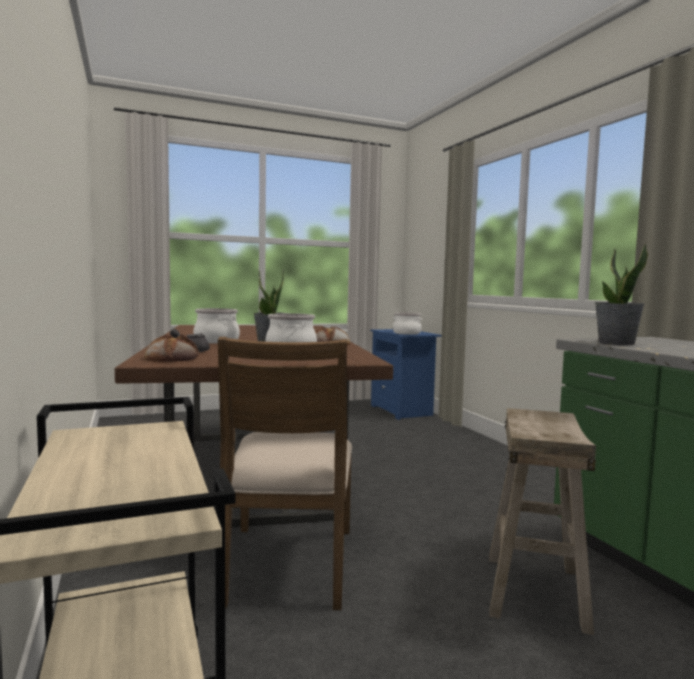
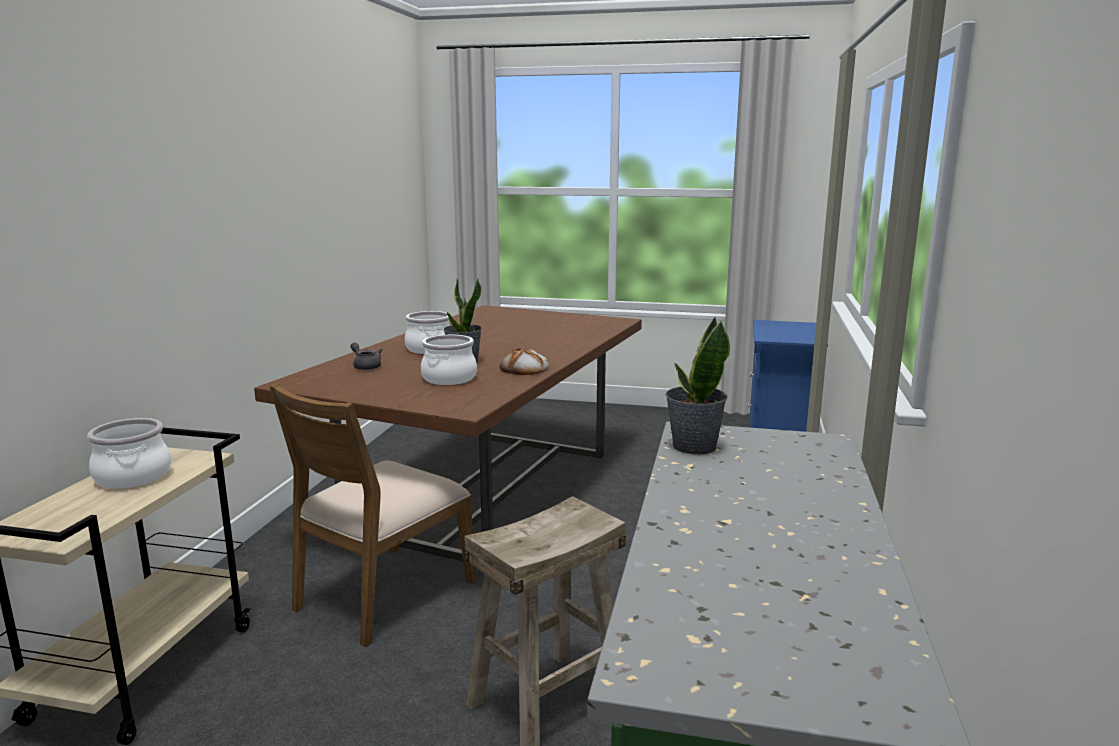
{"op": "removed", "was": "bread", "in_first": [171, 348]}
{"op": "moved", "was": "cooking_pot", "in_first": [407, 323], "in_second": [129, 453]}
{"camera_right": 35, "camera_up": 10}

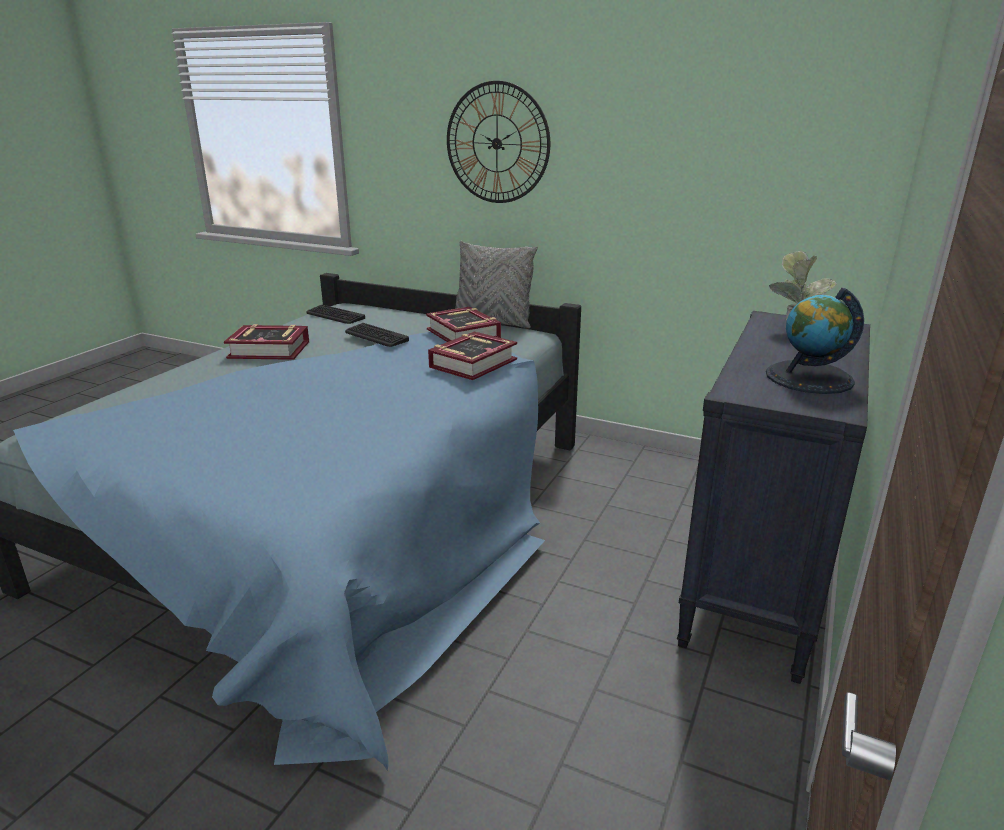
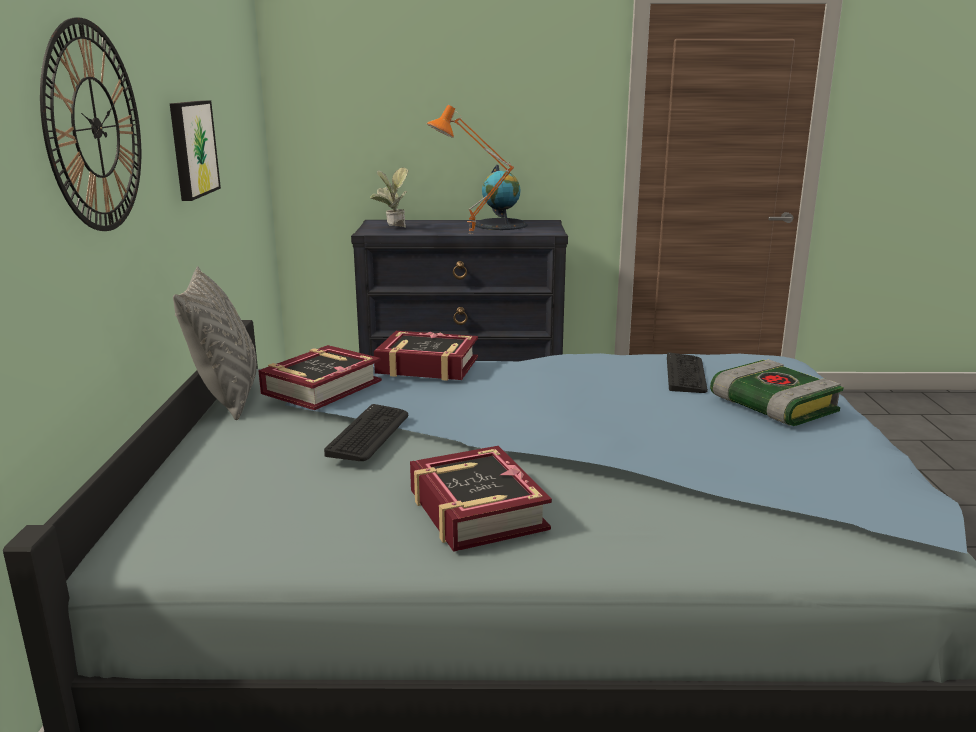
{"op": "added", "now": "picture", "in_second": [195, 150]}
{"op": "added", "now": "orange_table_lamp", "in_second": [470, 169]}
{"op": "added", "now": "book", "in_second": [777, 392]}
{"op": "moved", "was": "keyboard", "in_first": [335, 314], "in_second": [687, 372]}
{"camera_right": -115, "camera_up": -5}

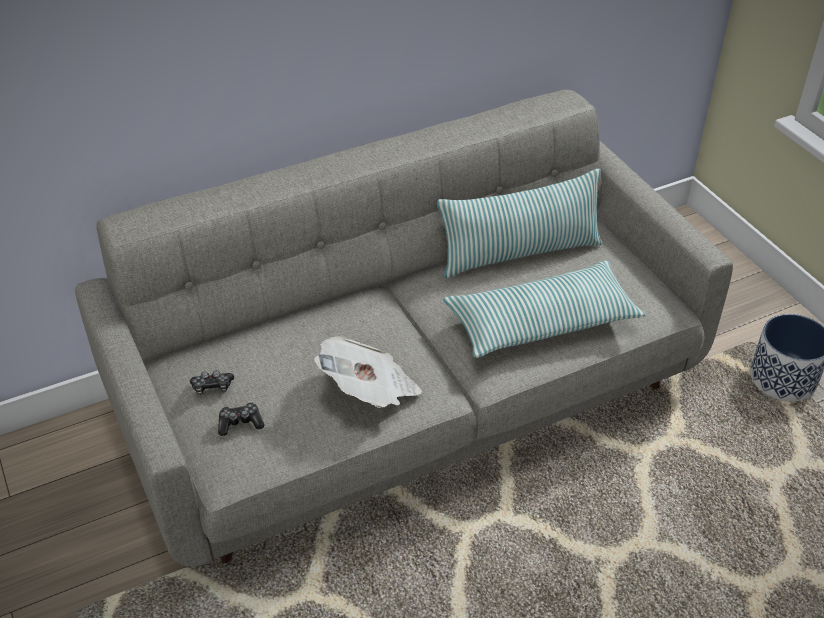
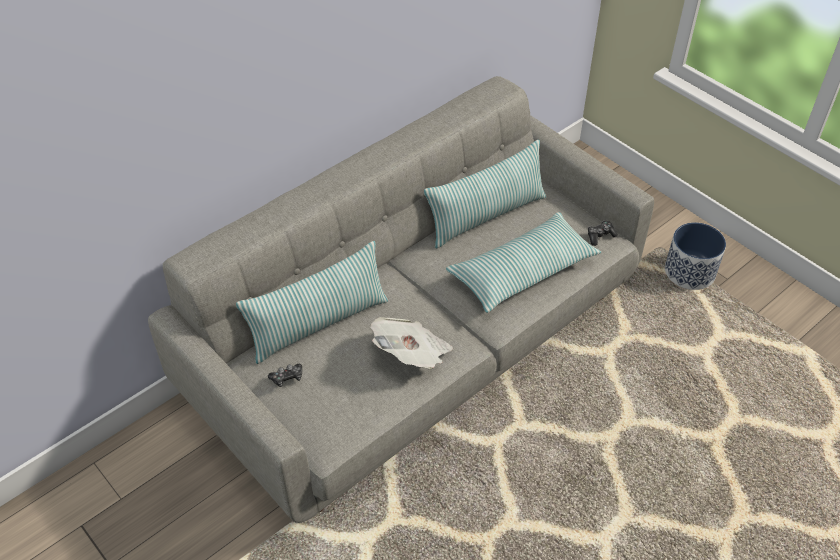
{"op": "added", "now": "pillow", "in_second": [312, 302]}
{"op": "moved", "was": "game_controller", "in_first": [241, 419], "in_second": [603, 233]}
{"camera_right": -15, "camera_up": 5}

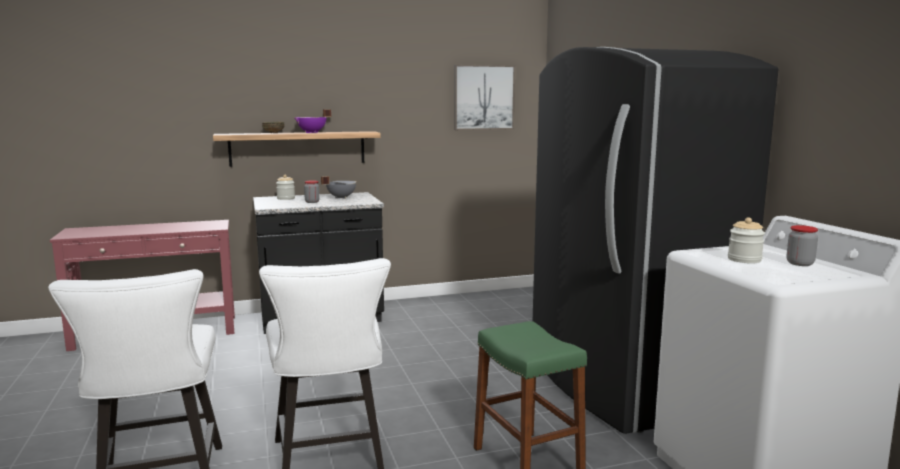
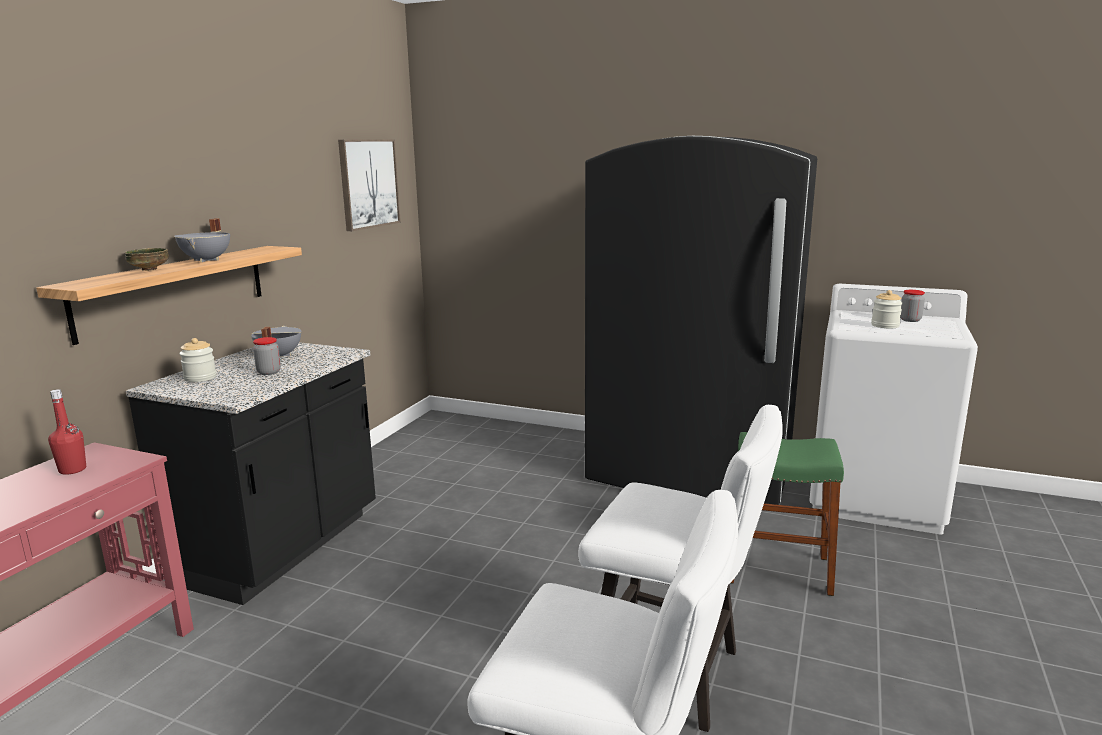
{"op": "added", "now": "red_bottle", "in_second": [67, 432]}
{"op": "recoloured", "was": "purple_cooking_pot", "now": "grey_cooking_pot", "in_first": [312, 121], "in_second": [202, 240]}
{"camera_right": -50, "camera_up": 5}

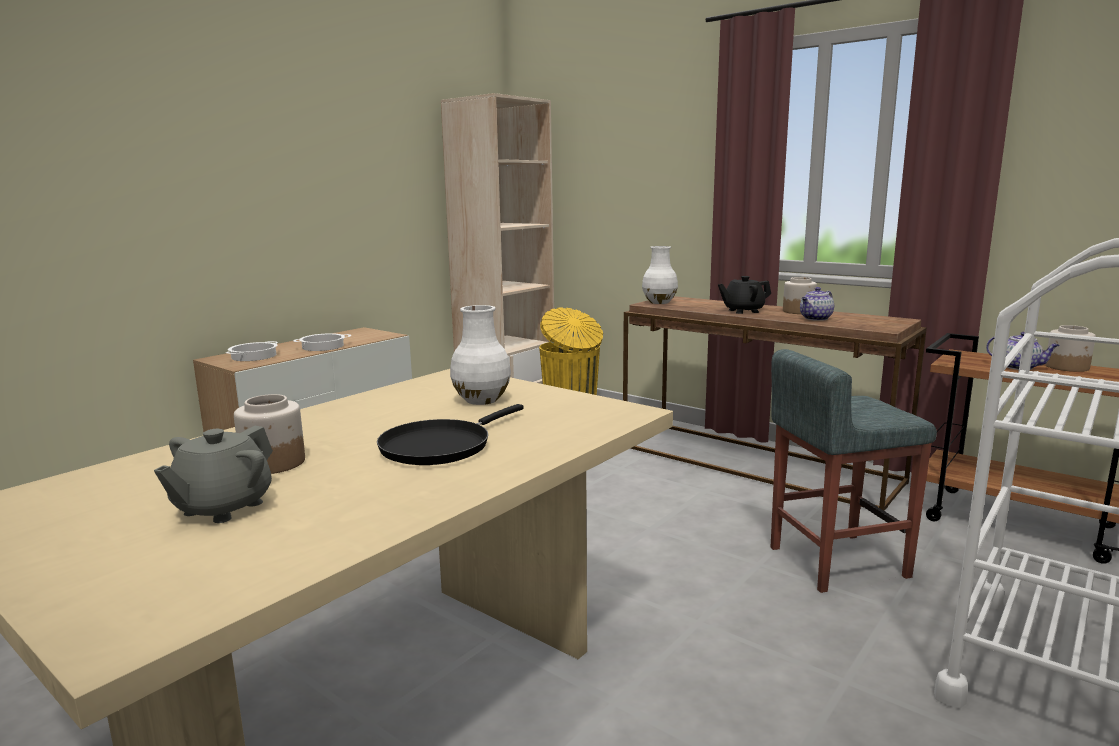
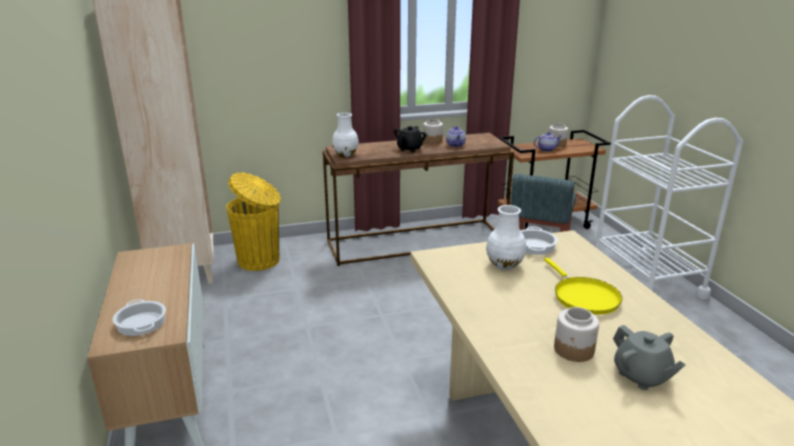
{"op": "moved", "was": "cooking_pot", "in_first": [322, 342], "in_second": [539, 241]}
{"op": "recoloured", "was": "black_frying_pan", "now": "yellow_frying_pan", "in_first": [450, 434], "in_second": [583, 286]}
{"camera_right": -55, "camera_up": 10}

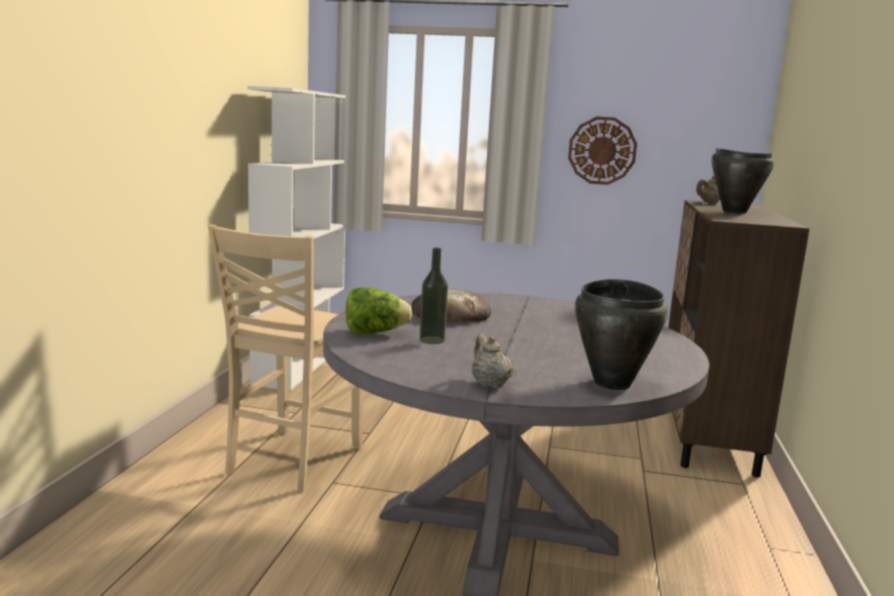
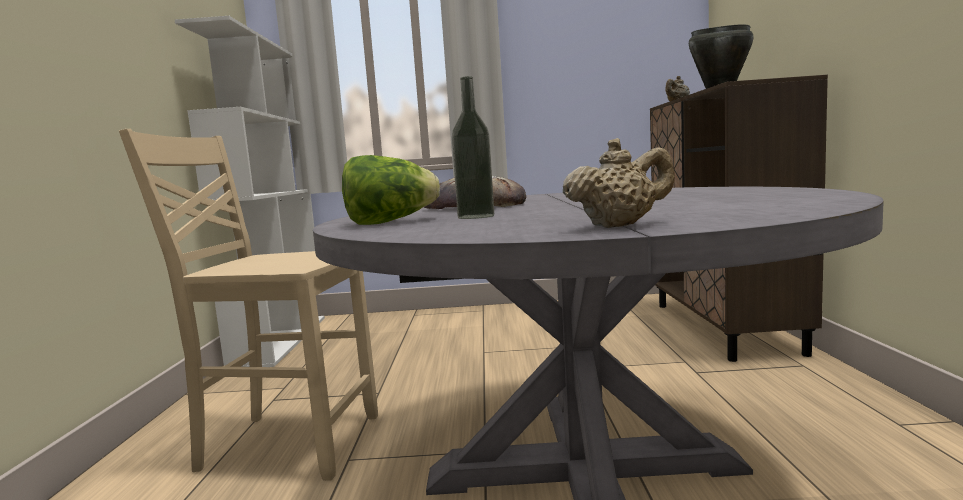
{"op": "removed", "was": "wall_clock", "in_first": [602, 151]}
{"op": "removed", "was": "black_cooking_pot", "in_first": [621, 334]}
{"op": "turned", "was": "beige_chair", "in_first": [285, 358], "in_second": [248, 305], "clockwise": 90}
{"op": "turned", "was": "beige_teapot", "in_first": [492, 361], "in_second": [619, 183], "clockwise": 105}
{"camera_right": -10, "camera_up": -5}

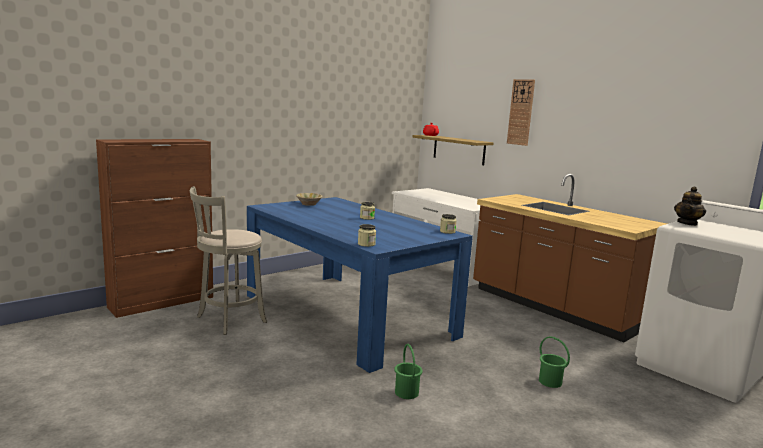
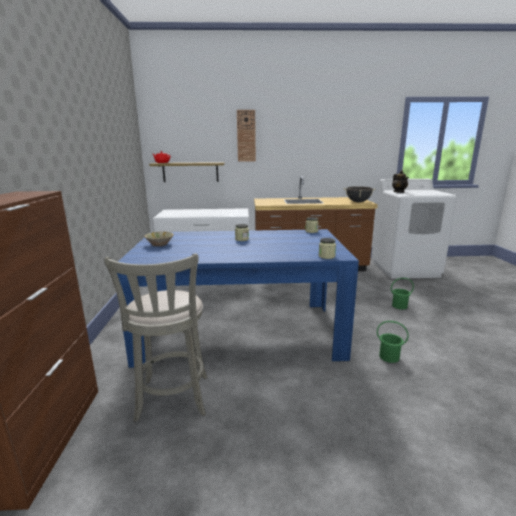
{"op": "added", "now": "black_cooking_pot", "in_second": [359, 194]}
{"camera_right": -50, "camera_up": 5}

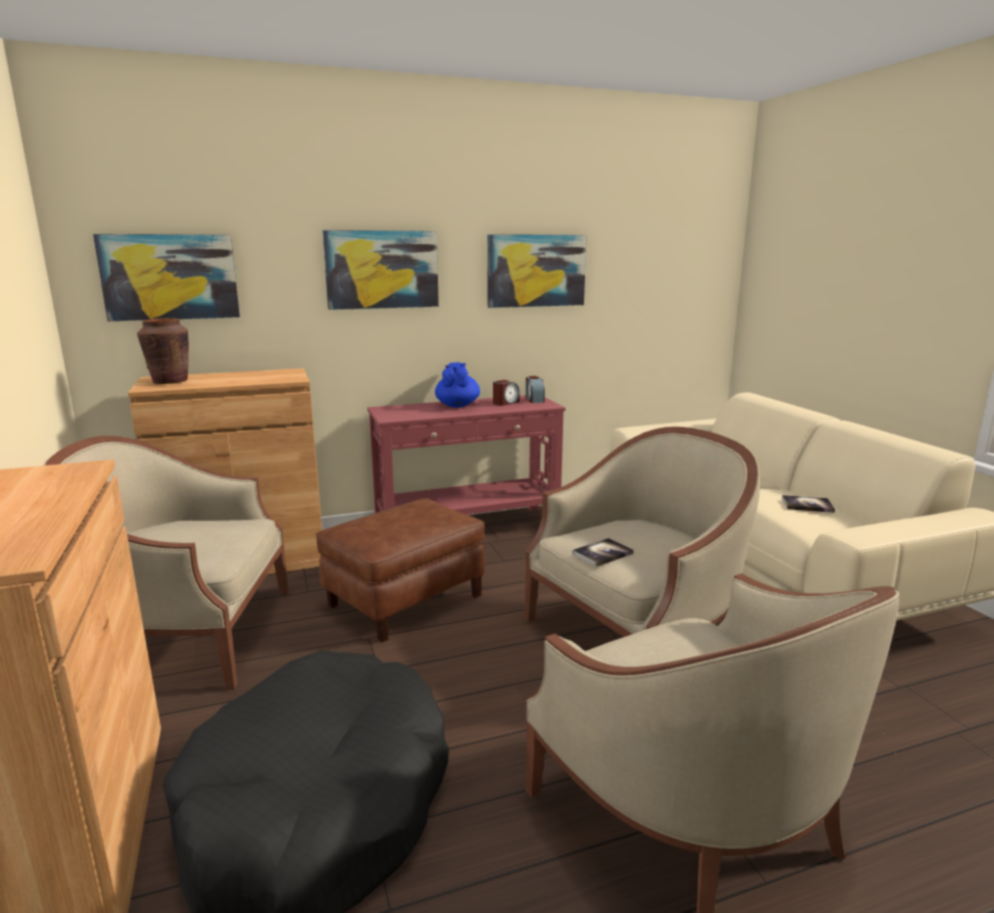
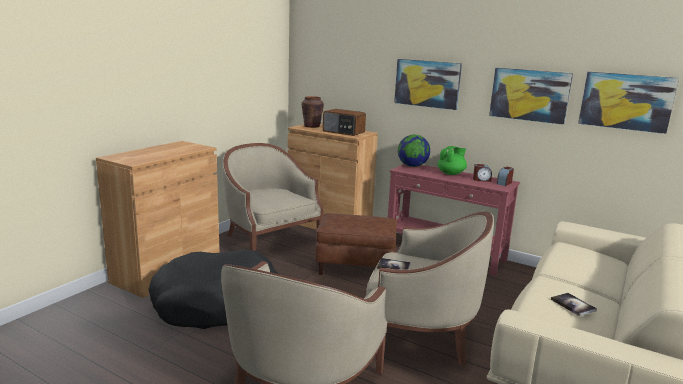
{"op": "added", "now": "radio", "in_second": [344, 122]}
{"op": "added", "now": "globe", "in_second": [414, 151]}
{"op": "moved", "was": "picture", "in_first": [166, 277], "in_second": [628, 103]}
{"op": "recoloured", "was": "blue_teapot", "now": "green_teapot", "in_first": [457, 385], "in_second": [452, 160]}
{"camera_right": 50, "camera_up": 0}

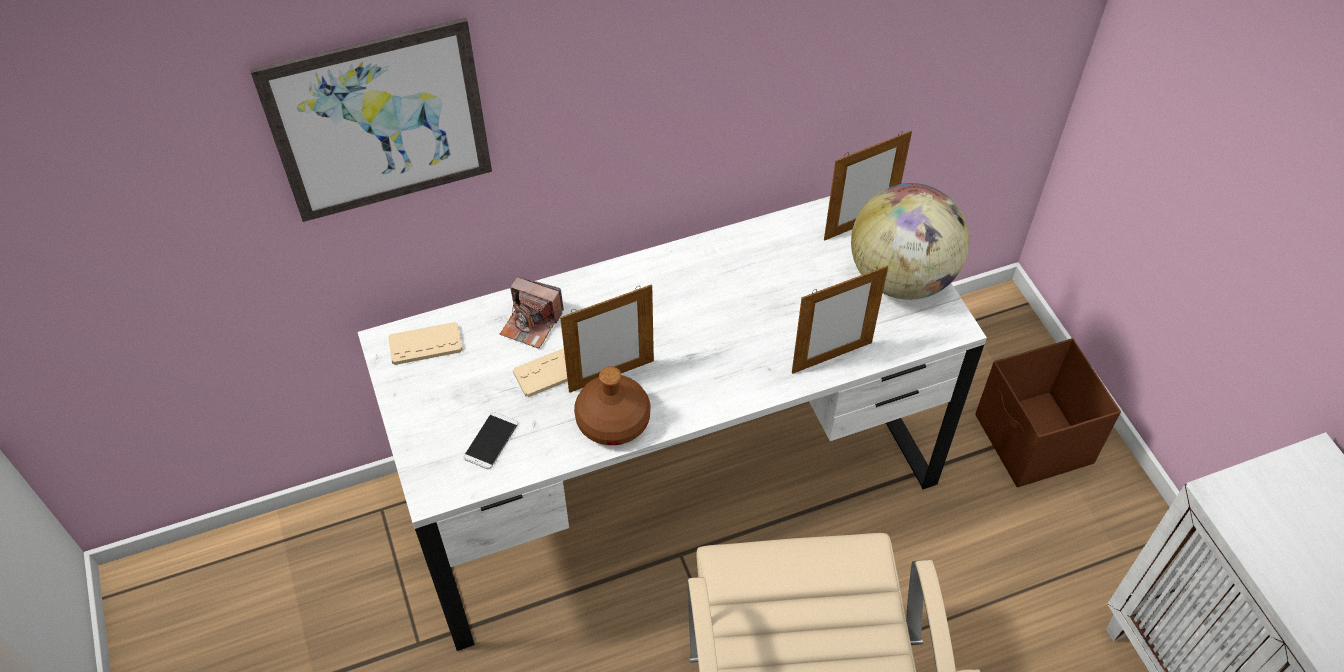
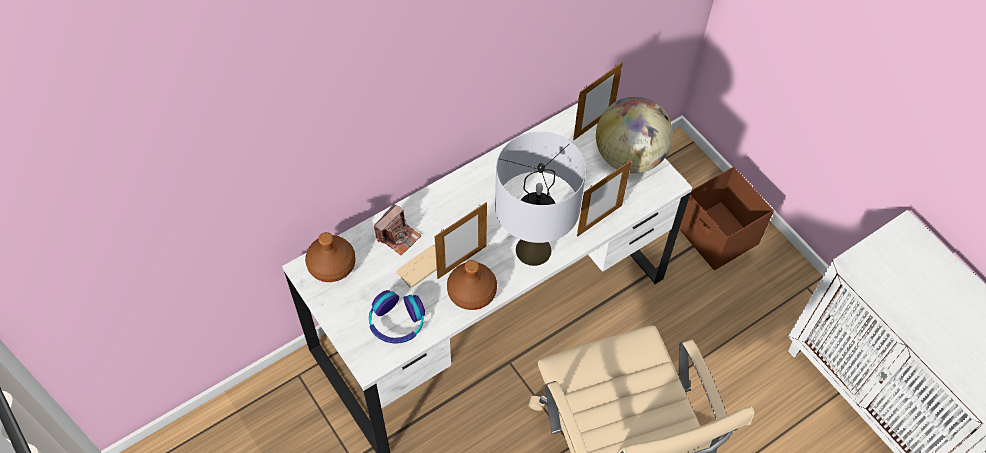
{"op": "removed", "was": "picture", "in_first": [371, 120]}
{"op": "added", "now": "grey_table_lamp", "in_second": [540, 199]}
{"op": "replaced", "was": "beige_game_controller", "now": "brown_bottle", "in_first": [425, 343], "in_second": [330, 257]}
{"op": "replaced", "was": "phone", "now": "headphones", "in_first": [491, 440], "in_second": [397, 317]}
{"op": "turned", "was": "photo_camera", "in_first": [532, 313], "in_second": [398, 230], "clockwise": -60}
{"camera_right": -15, "camera_up": 5}

